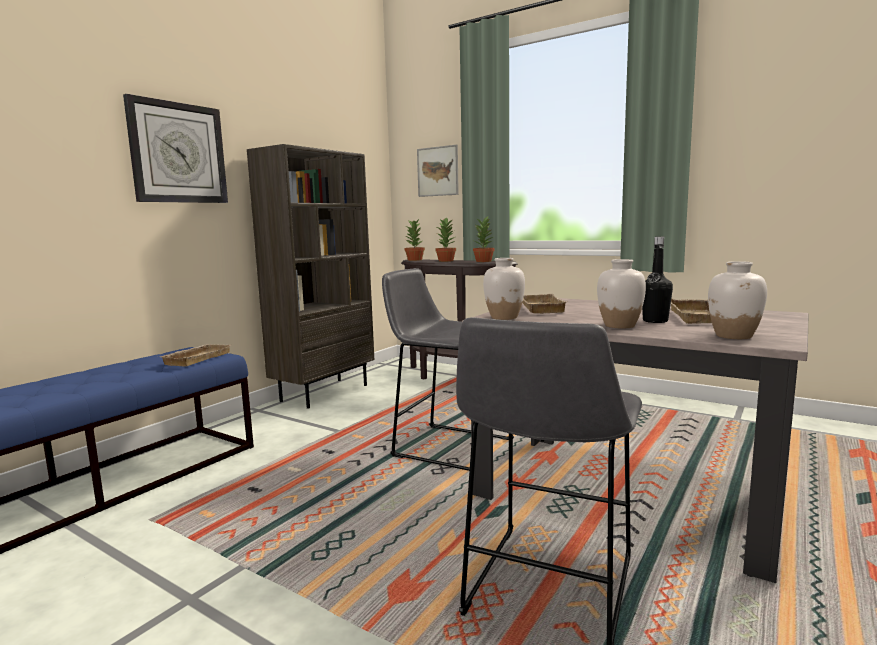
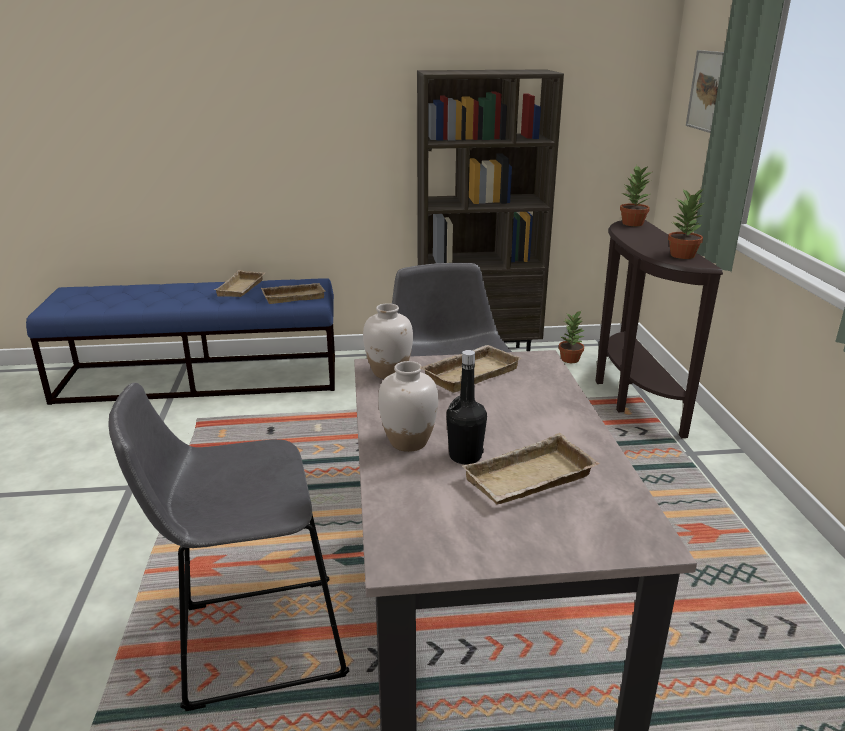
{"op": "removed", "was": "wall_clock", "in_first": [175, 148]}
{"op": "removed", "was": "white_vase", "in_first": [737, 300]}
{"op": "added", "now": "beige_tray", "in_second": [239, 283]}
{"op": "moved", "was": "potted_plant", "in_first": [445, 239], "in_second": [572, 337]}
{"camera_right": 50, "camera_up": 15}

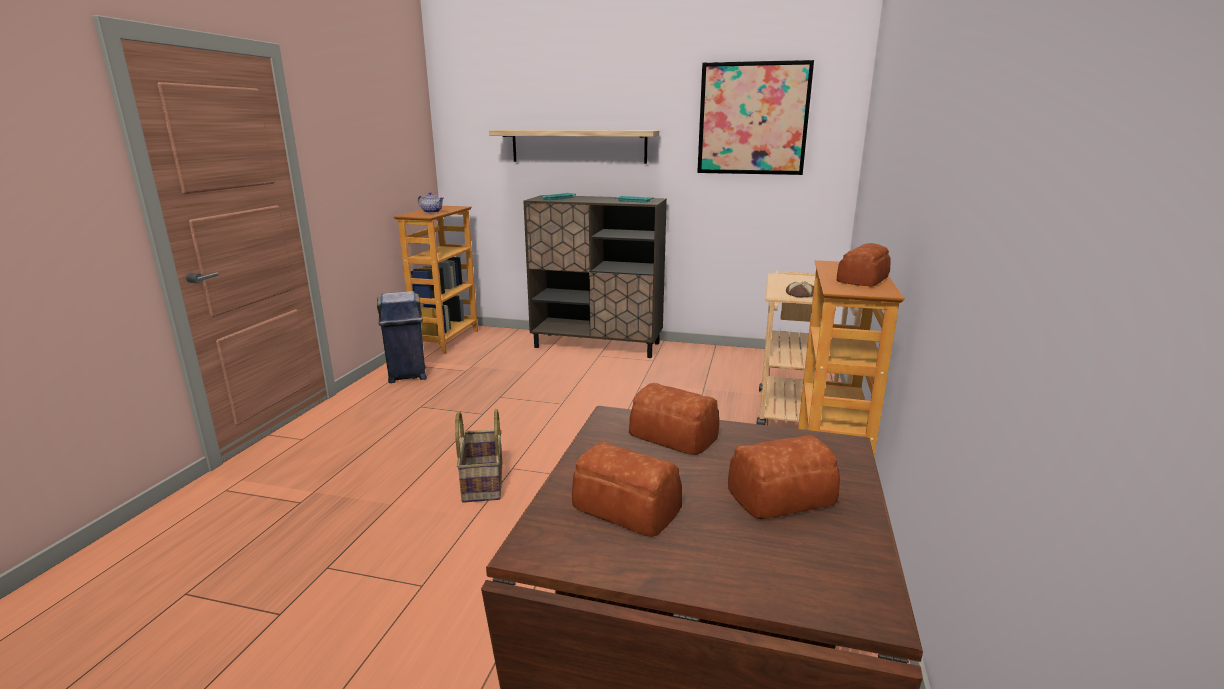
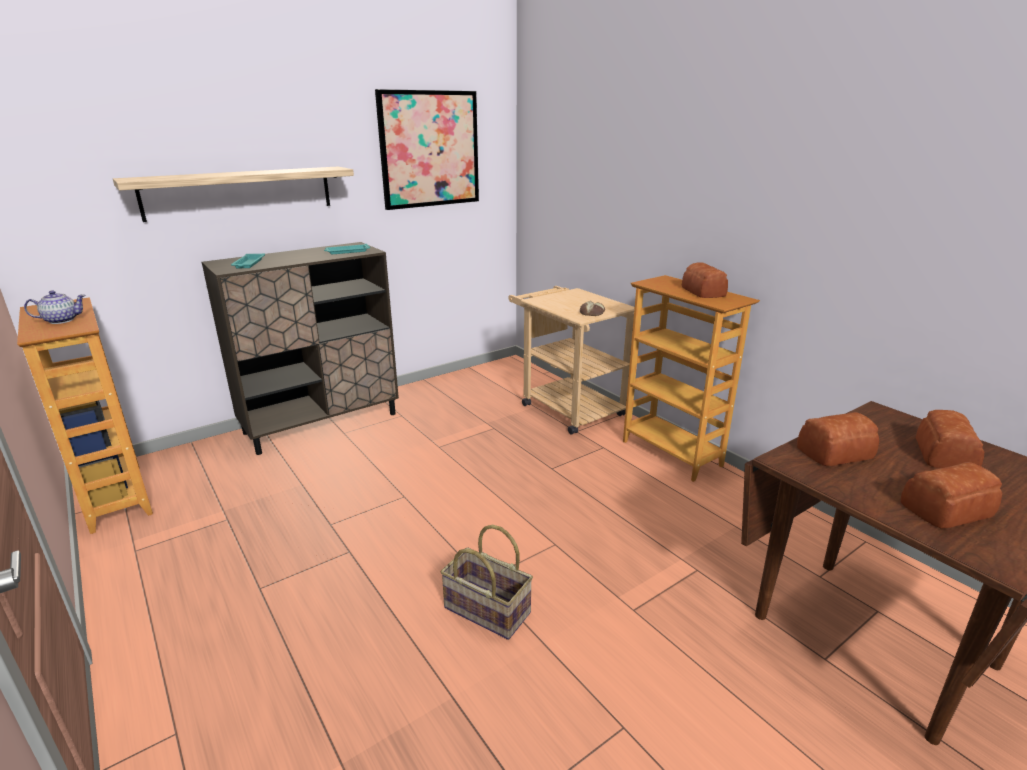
{"op": "removed", "was": "blue_trash_can", "in_first": [402, 337]}
{"camera_right": -50, "camera_up": 5}

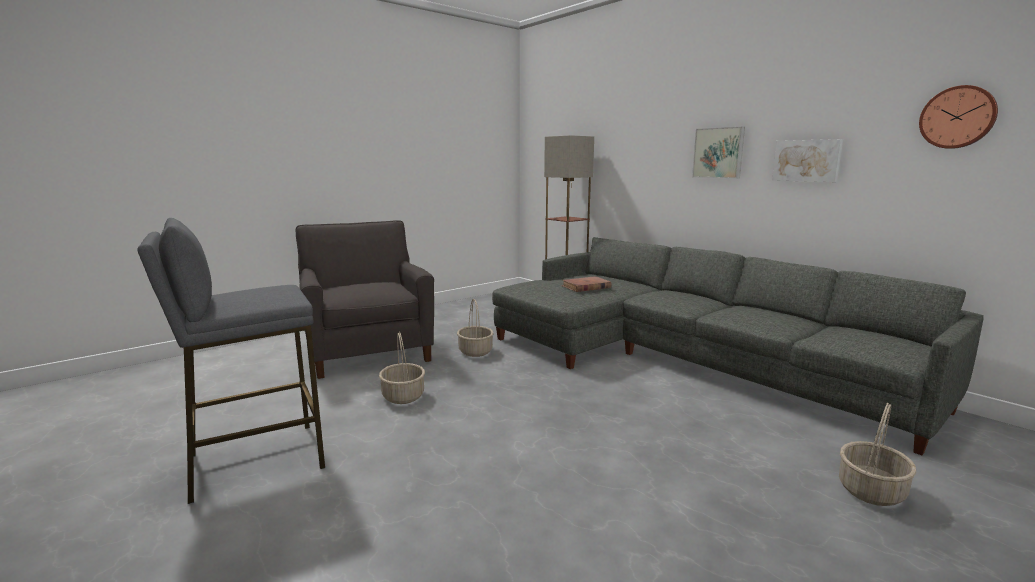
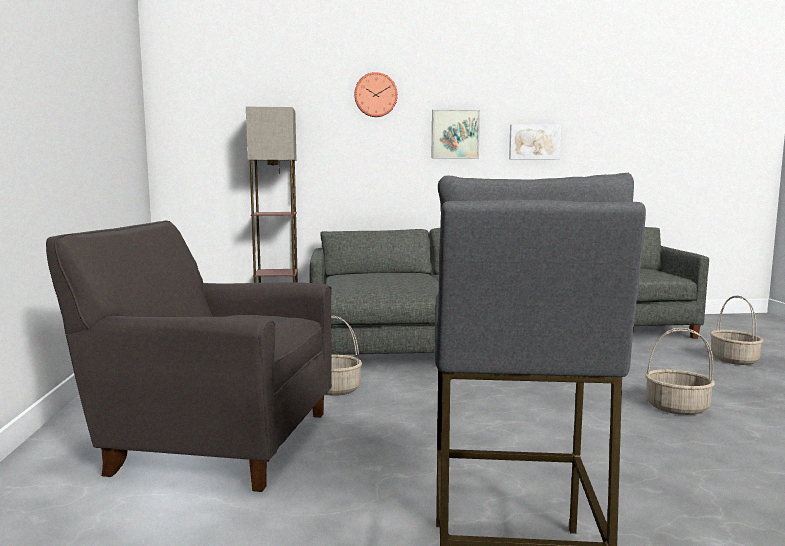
{"op": "removed", "was": "brown_book", "in_first": [586, 284]}
{"op": "moved", "was": "basket", "in_first": [402, 367], "in_second": [680, 371]}
{"op": "moved", "was": "wall_clock", "in_first": [958, 117], "in_second": [376, 94]}
{"camera_right": -55, "camera_up": -5}

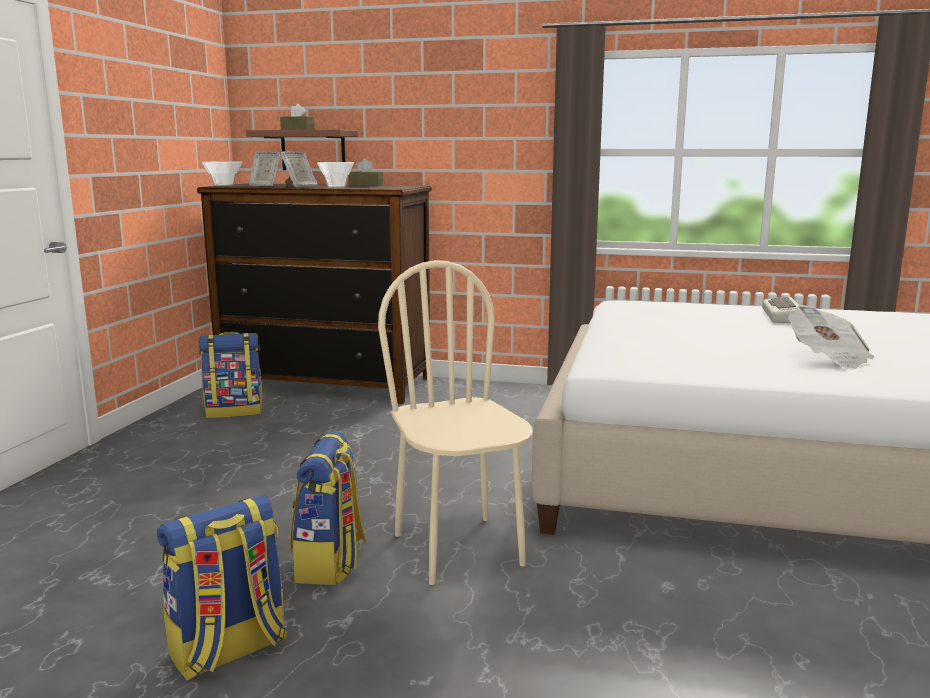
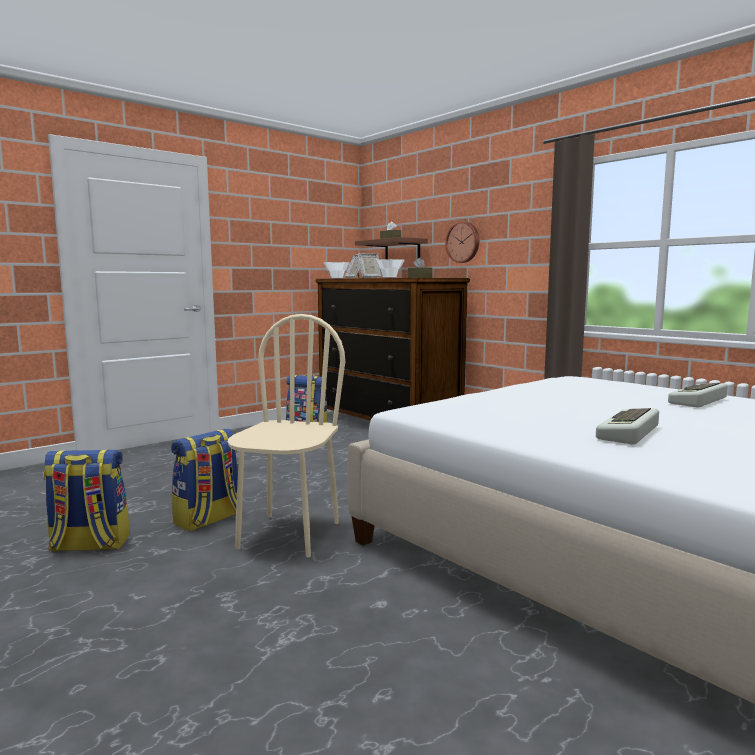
{"op": "added", "now": "wall_clock", "in_second": [462, 242]}
{"op": "replaced", "was": "newspaper", "now": "keyboard", "in_first": [831, 337], "in_second": [627, 426]}
{"camera_right": 35, "camera_up": -5}

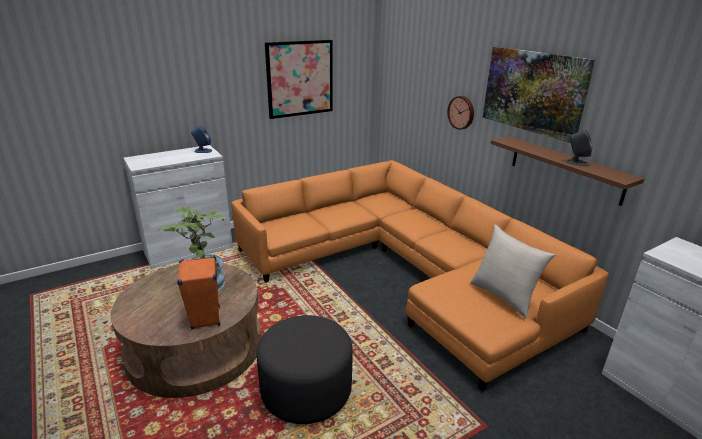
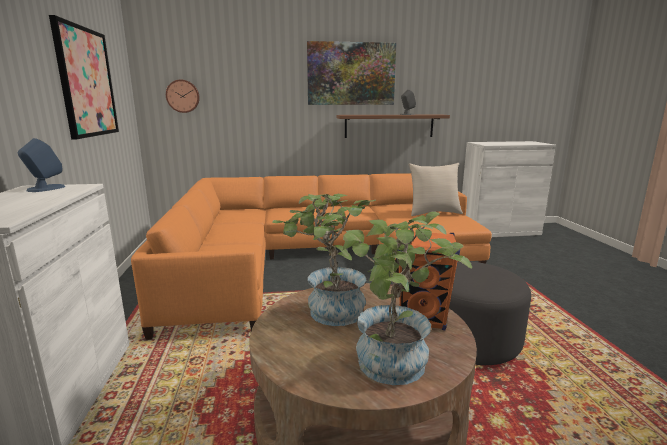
{"op": "added", "now": "potted_plant", "in_second": [407, 298]}
{"op": "moved", "was": "wall_clock", "in_first": [460, 113], "in_second": [183, 96]}
{"camera_right": -65, "camera_up": -10}

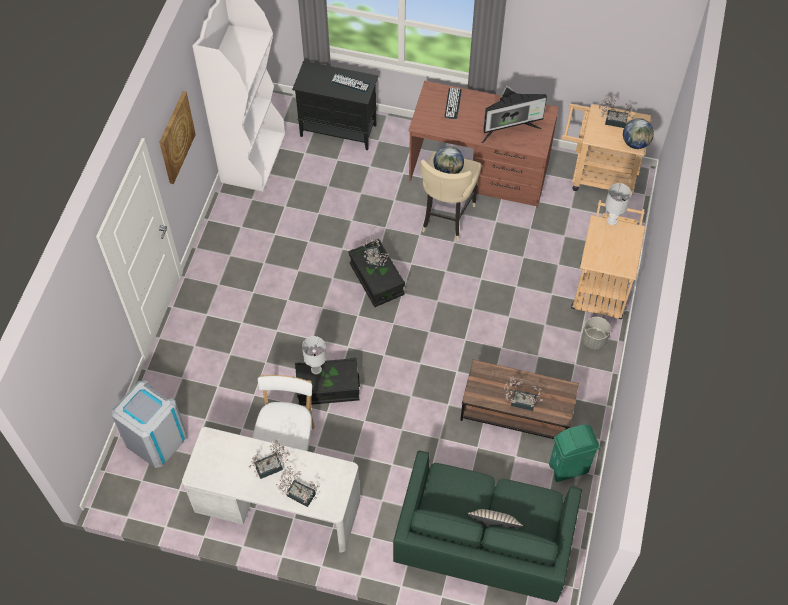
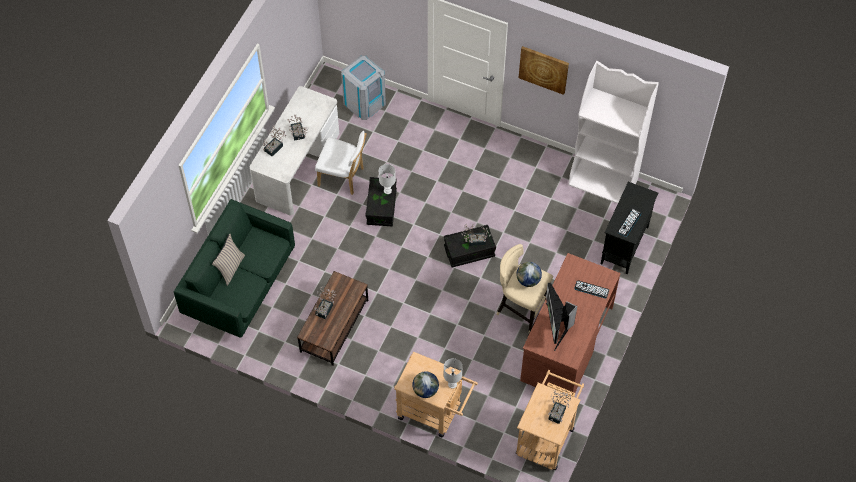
{"op": "removed", "was": "green_trash_can", "in_first": [574, 453]}
{"op": "removed", "was": "grey_planter", "in_first": [596, 333]}
{"op": "moved", "was": "globe", "in_first": [638, 133], "in_second": [425, 384]}
{"camera_right": 100, "camera_up": 0}

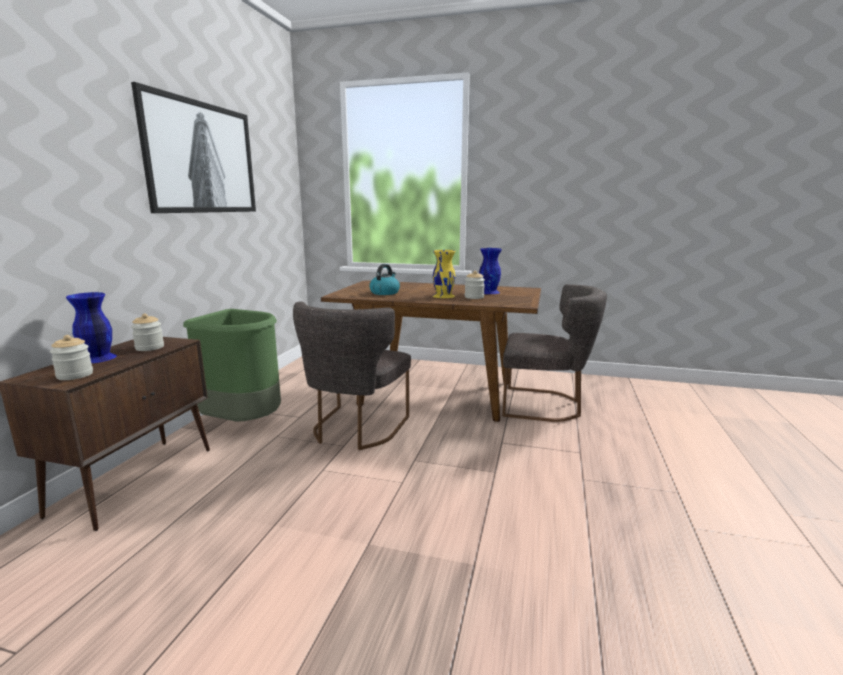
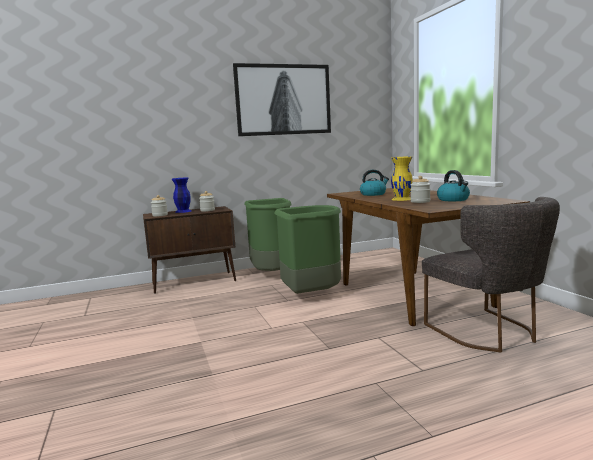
{"op": "replaced", "was": "grey_chair", "now": "green_trash_can", "in_first": [352, 375], "in_second": [307, 249]}
{"op": "replaced", "was": "blue_vase", "now": "kettle", "in_first": [490, 271], "in_second": [453, 185]}
{"camera_right": 55, "camera_up": -5}

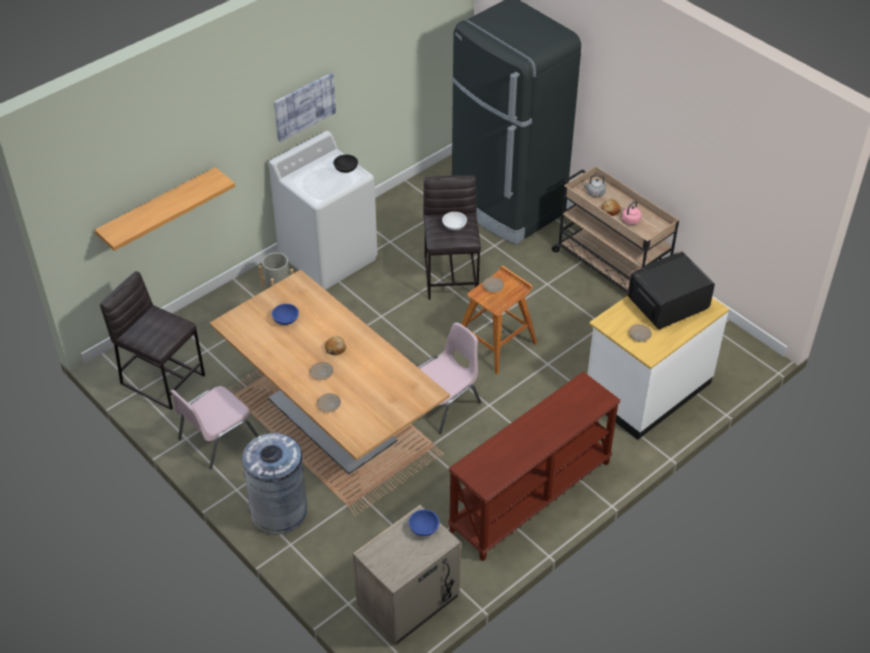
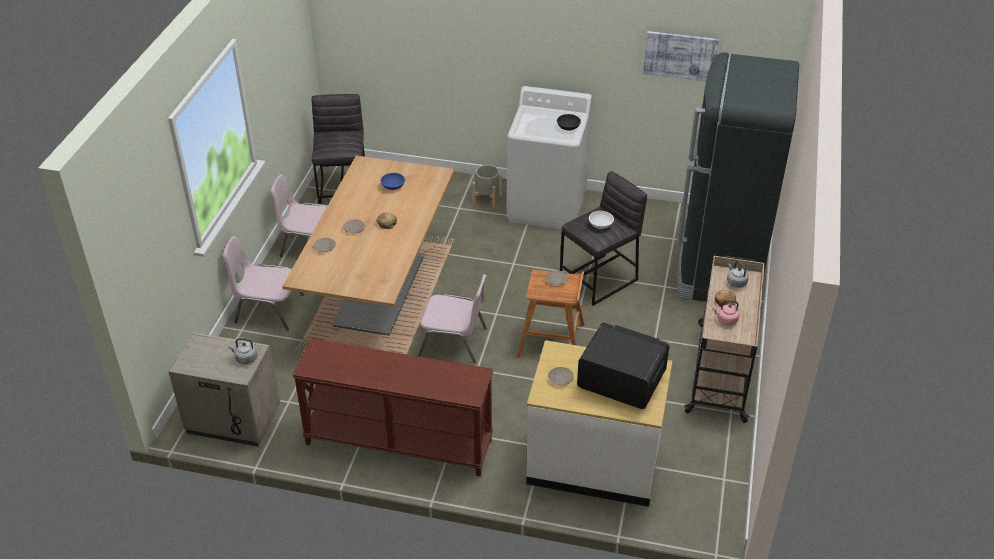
{"op": "removed", "was": "shelf", "in_first": [165, 209]}
{"op": "moved", "was": "picture", "in_first": [305, 107], "in_second": [681, 56]}
{"op": "replaced", "was": "grey_trash_can", "now": "pink_chair", "in_first": [274, 484], "in_second": [263, 283]}
{"op": "replaced", "was": "blue_bowl", "now": "grey_kettle", "in_first": [424, 523], "in_second": [243, 351]}
{"camera_right": 55, "camera_up": -5}

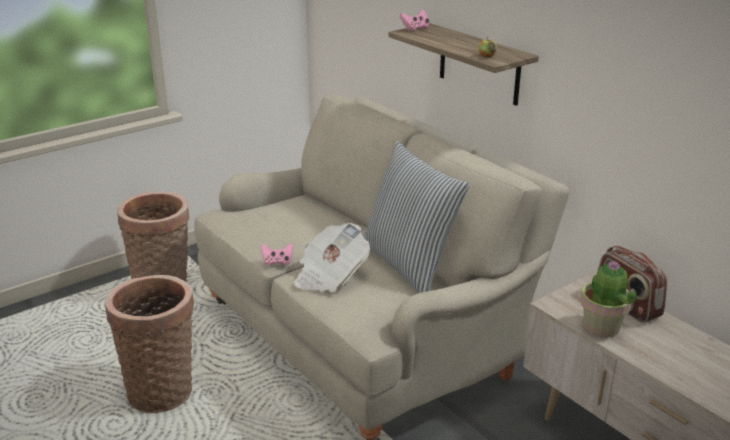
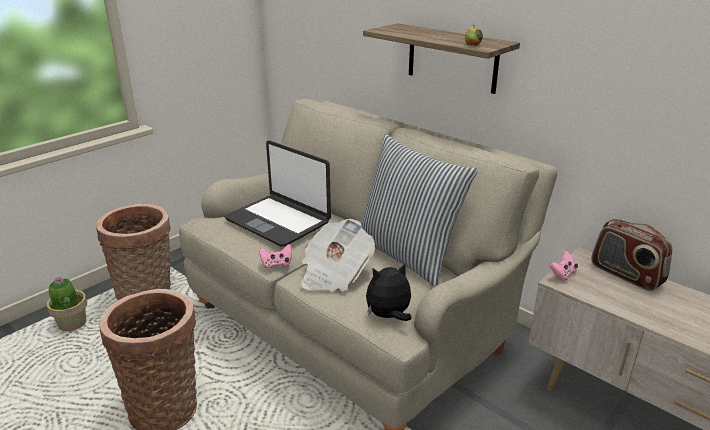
{"op": "added", "now": "laptop", "in_second": [277, 194]}
{"op": "added", "now": "plush_toy", "in_second": [389, 291]}
{"op": "moved", "was": "pink_game_controller", "in_first": [414, 20], "in_second": [563, 266]}
{"op": "moved", "was": "potted_plant", "in_first": [608, 299], "in_second": [67, 304]}
{"camera_right": -10, "camera_up": 0}

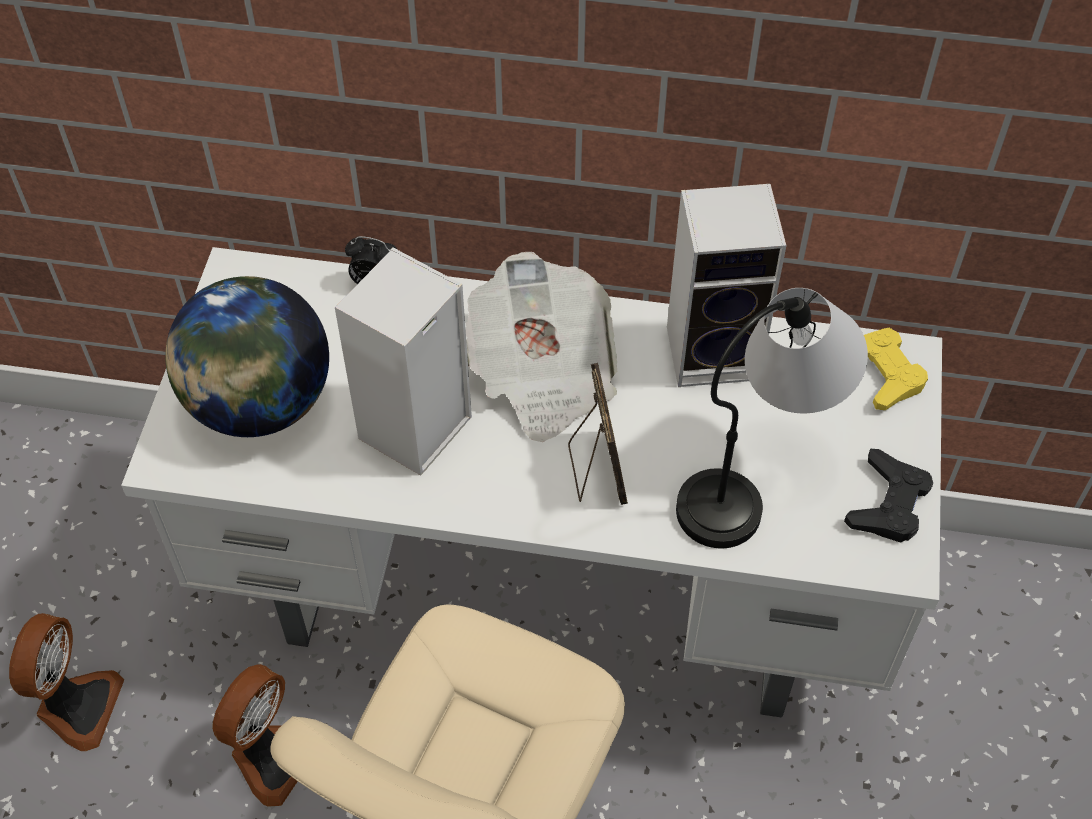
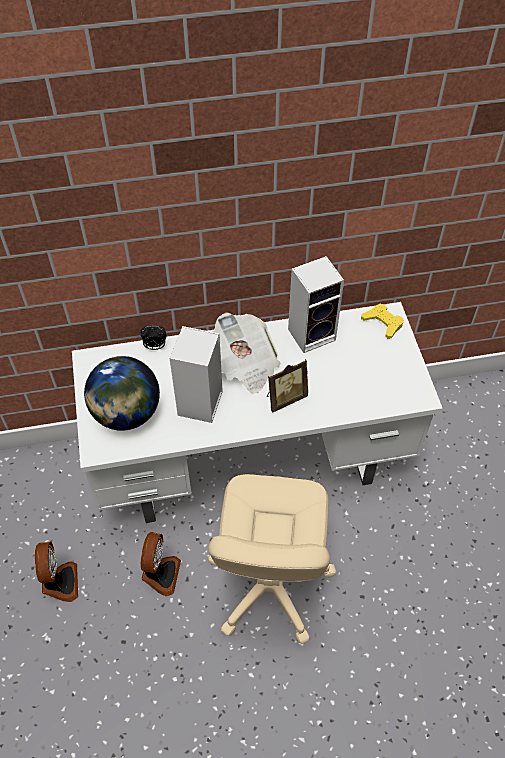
{"op": "removed", "was": "table_lamp", "in_first": [772, 418]}
{"op": "removed", "was": "black_game_controller", "in_first": [888, 496]}
{"op": "turned", "was": "picture_frame", "in_first": [598, 434], "in_second": [287, 386], "clockwise": 90}
{"camera_right": -20, "camera_up": 0}

